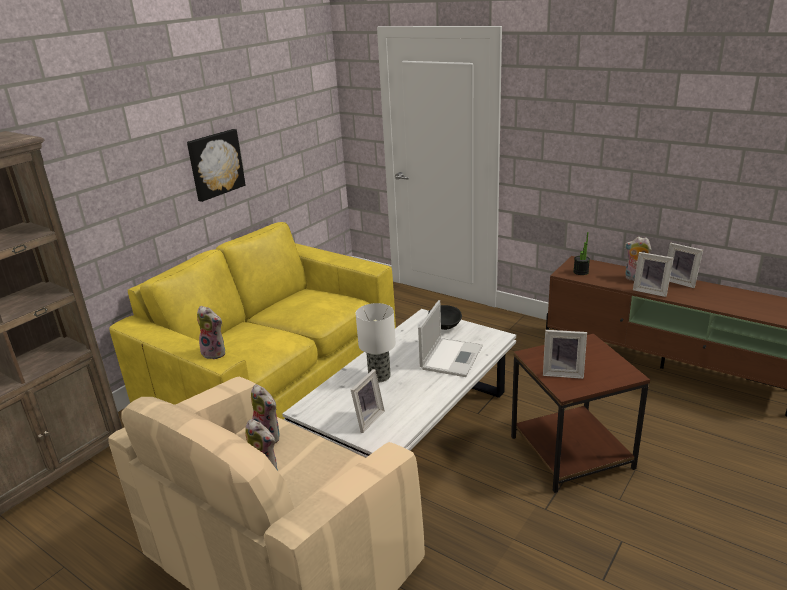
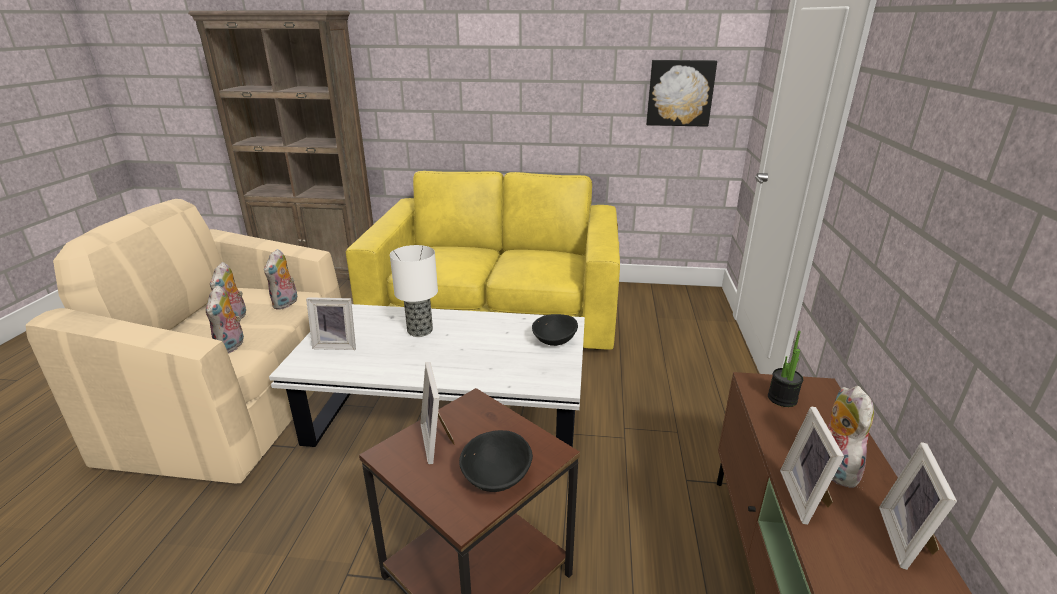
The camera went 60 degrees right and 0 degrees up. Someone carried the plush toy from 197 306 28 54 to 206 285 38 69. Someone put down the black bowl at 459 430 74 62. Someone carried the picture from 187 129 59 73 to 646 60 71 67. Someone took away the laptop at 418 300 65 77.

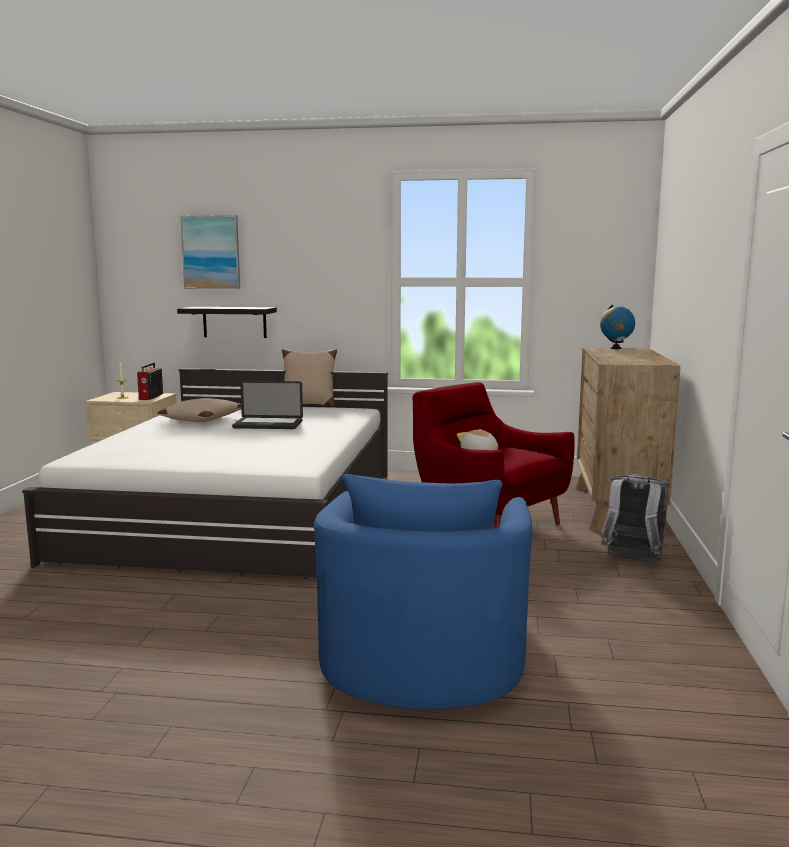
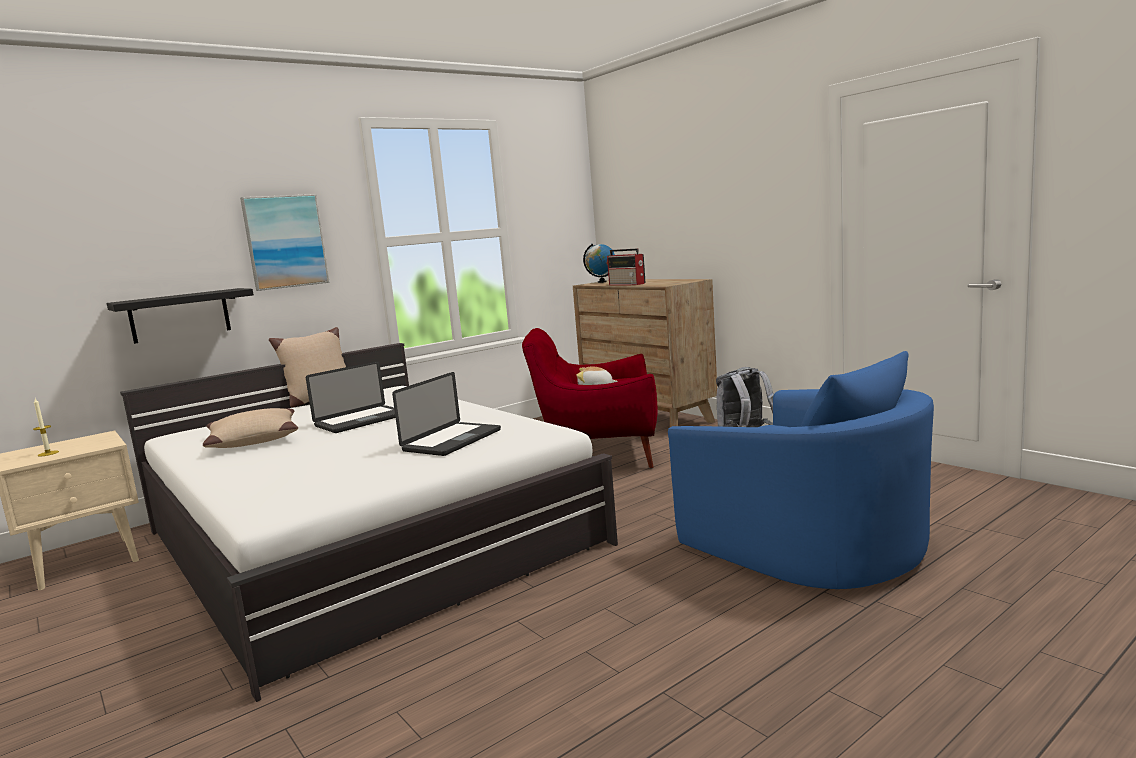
The camera went 45 degrees left and 0 degrees up. Someone carried the picture from 180 215 60 74 to 240 194 90 97. Someone put down the laptop at 392 372 109 84. Someone carried the radio from 137 363 26 37 to 607 248 39 37.

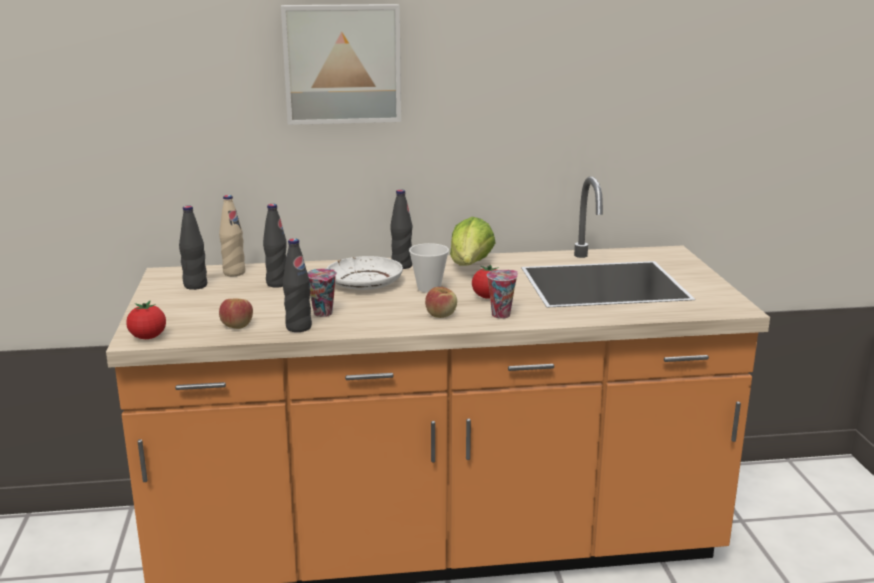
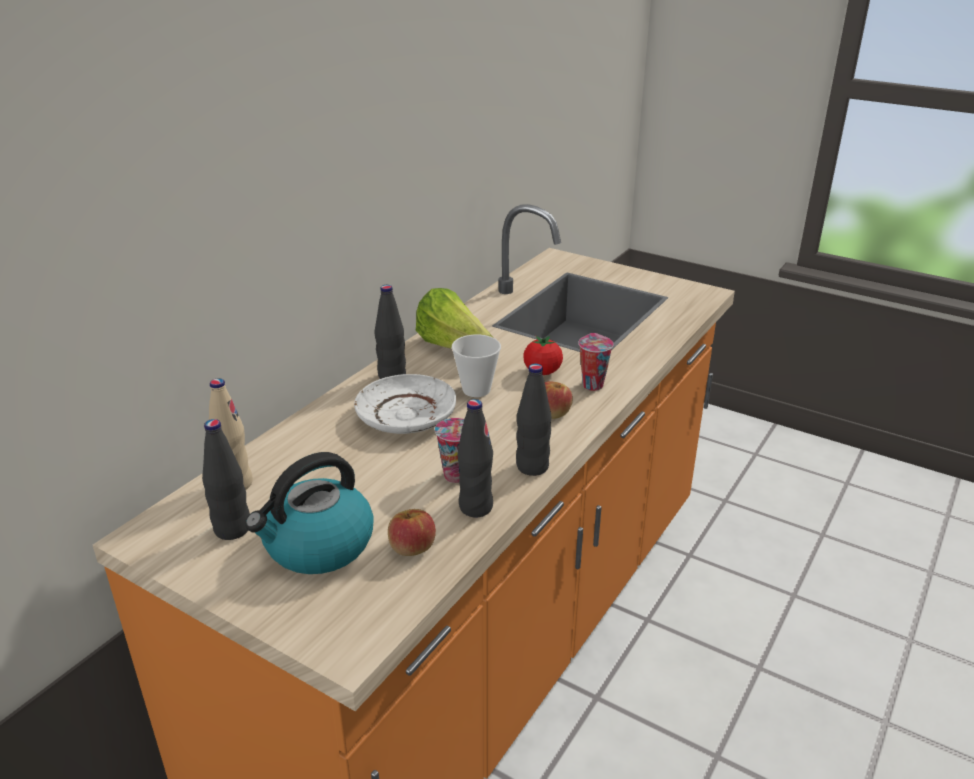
The camera went 50 degrees left and 10 degrees up. Someone put down the kettle at 245 452 129 122. Someone carried the black bottle from 263 204 24 84 to 516 364 35 112. Someone took away the tomato at 126 301 40 38. Someone took away the picture at 281 4 120 121.

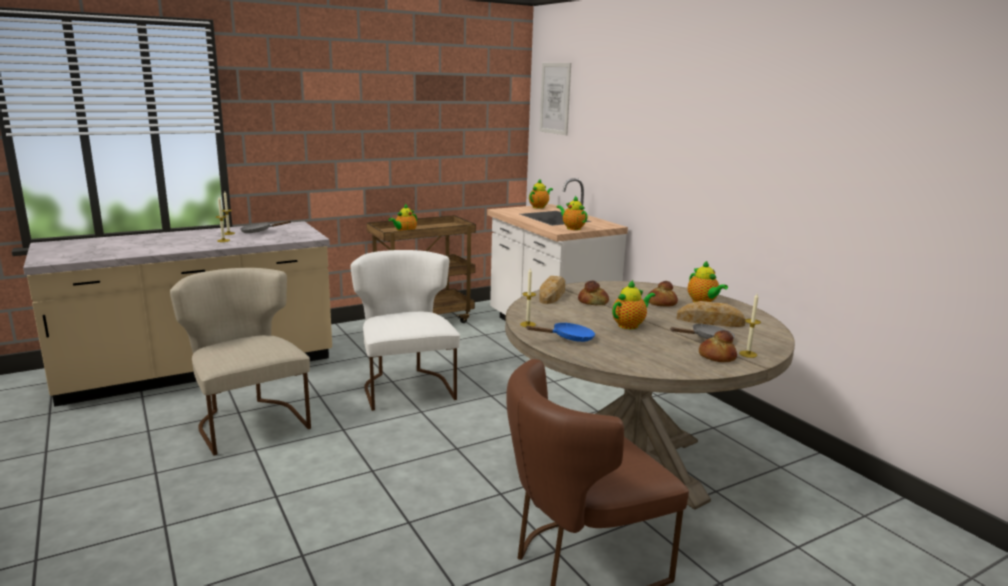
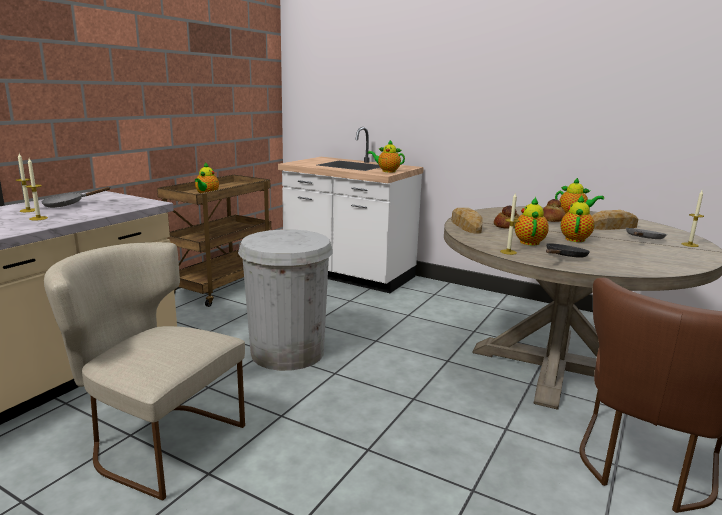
The camera went 30 degrees left and 0 degrees up. Someone swapped the white chair at 351 250 109 161 for the white trash can at 238 229 95 142. Someone carried the teapot from 529 178 24 31 to 515 197 34 48. Someone repainted the blue frying pan at 526 323 69 19, which became the black frying pan at 546 243 44 14. Someone took away the picture at 540 63 31 72. Someone took away the bread at 699 330 38 32.

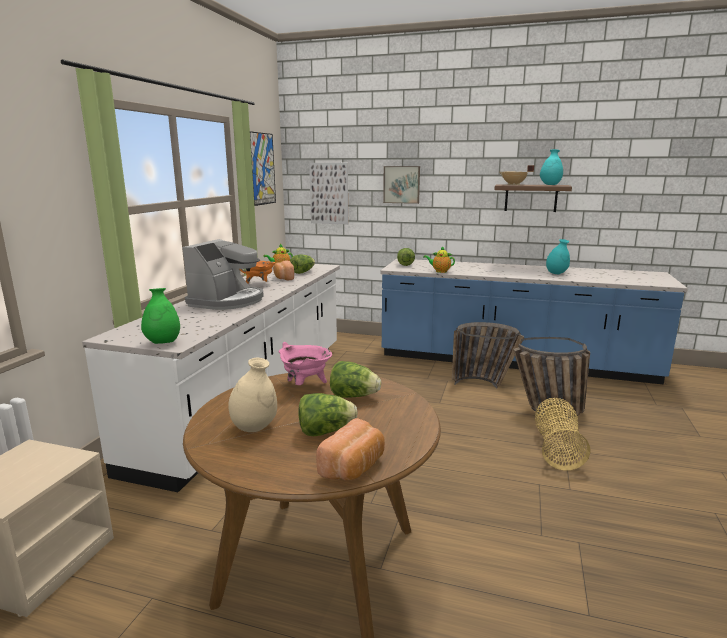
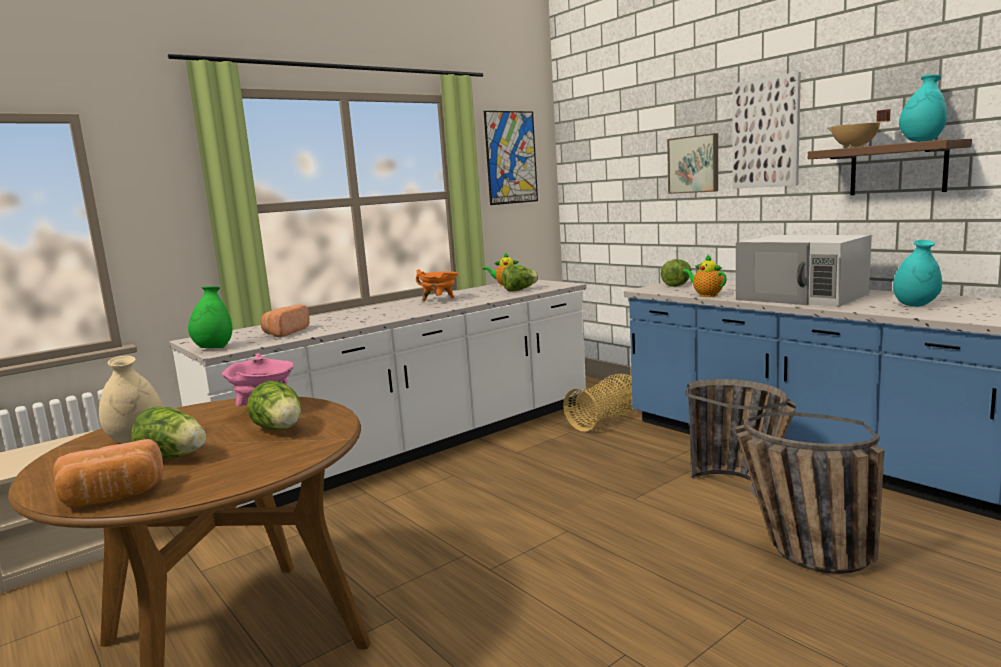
The camera went 35 degrees right and 5 degrees down. Someone carried the bread from 273 261 21 19 to 260 305 50 32. Someone carried the basket from 535 398 55 72 to 563 373 70 59. Someone carried the picture from 309 163 39 61 to 732 72 69 117. Someone put down the white microwave at 736 235 136 72. Someone took away the coffee machine at 182 239 82 71.

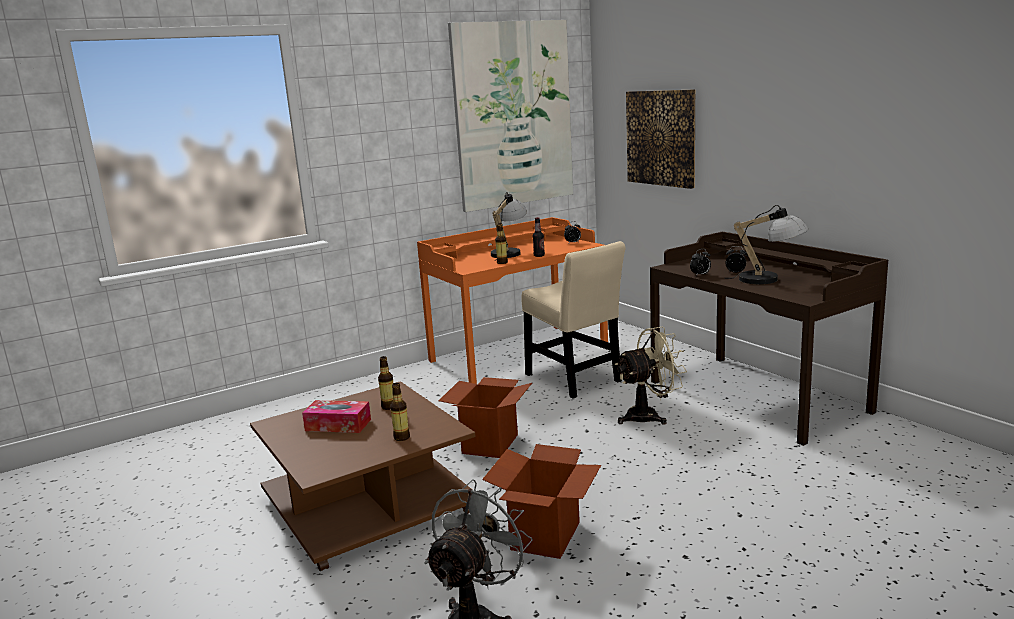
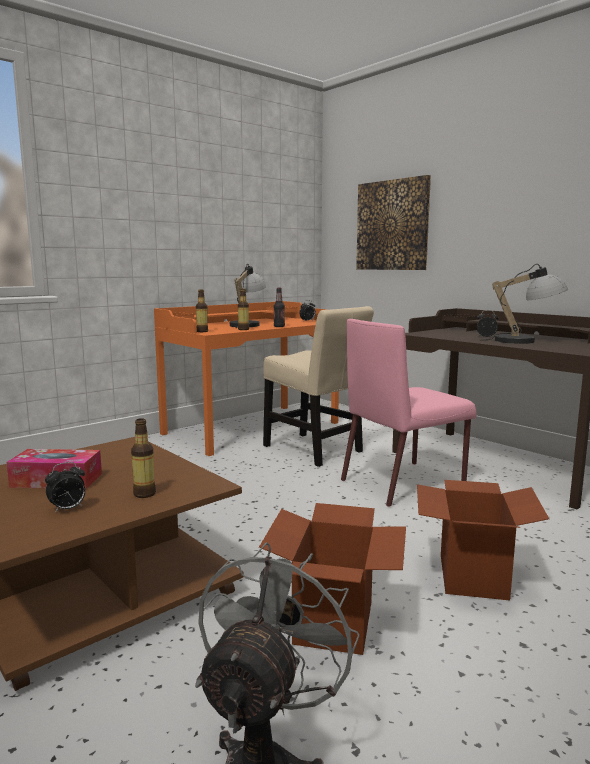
The camera went 10 degrees left and 5 degrees down. Someone carried the alarm clock from 690 249 21 27 to 45 462 40 51. Someone carried the bottle from 378 356 15 54 to 196 290 12 42. Someone swapped the beige fan at 615 326 72 98 for the pink chair at 341 319 135 188. Someone carried the cardboard box from 439 377 93 81 to 417 480 132 120. Someone took away the picture at 448 20 125 192.

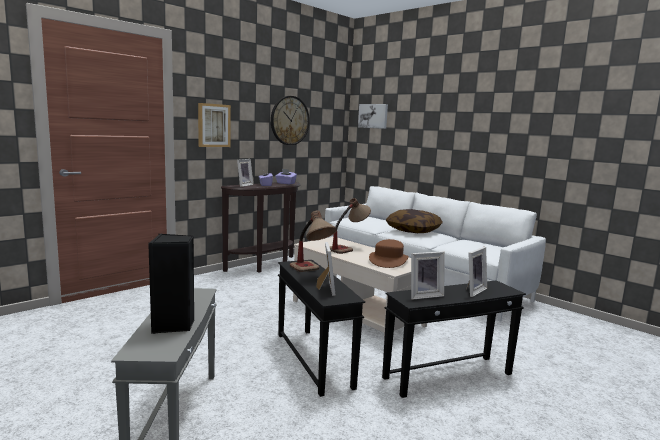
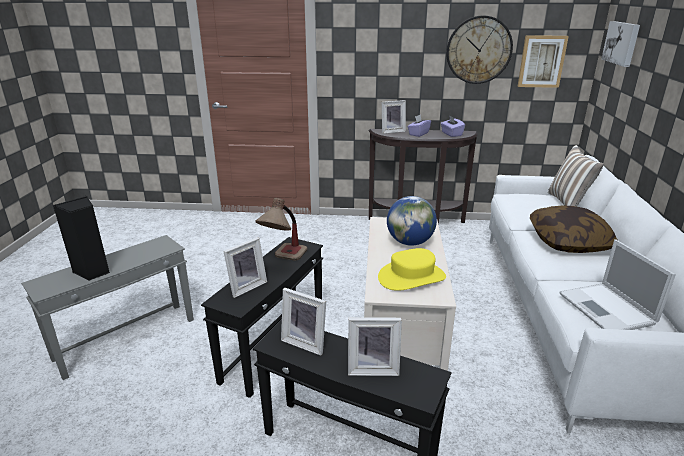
The camera went 50 degrees right and 15 degrees up. Someone repainted the brown hat at 369 239 40 29, which became the yellow hat at 378 248 68 43. Someone swapped the table lamp at 330 198 41 56 for the globe at 387 196 50 50. Someone carried the picture from 198 103 33 44 to 518 35 51 53. Someone put down the pillow at 548 145 56 62. Someone put down the laptop at 559 239 117 91.

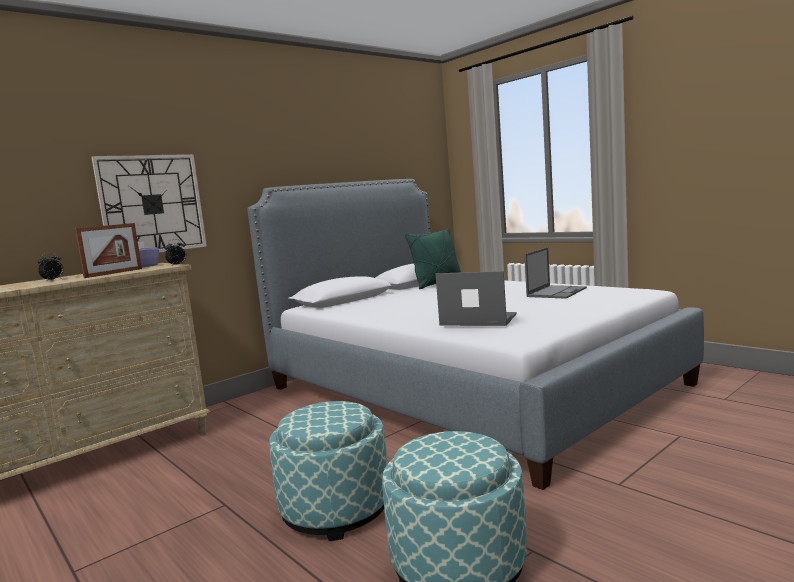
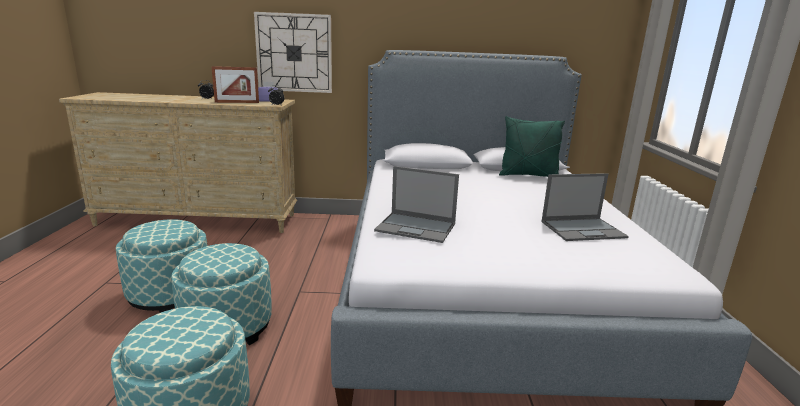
The camera went 40 degrees right and 10 degrees up. Someone put down the ottoman at 116 219 92 94. Someone rotated the laptop at 435 271 82 55 by 135 degrees clockwise.

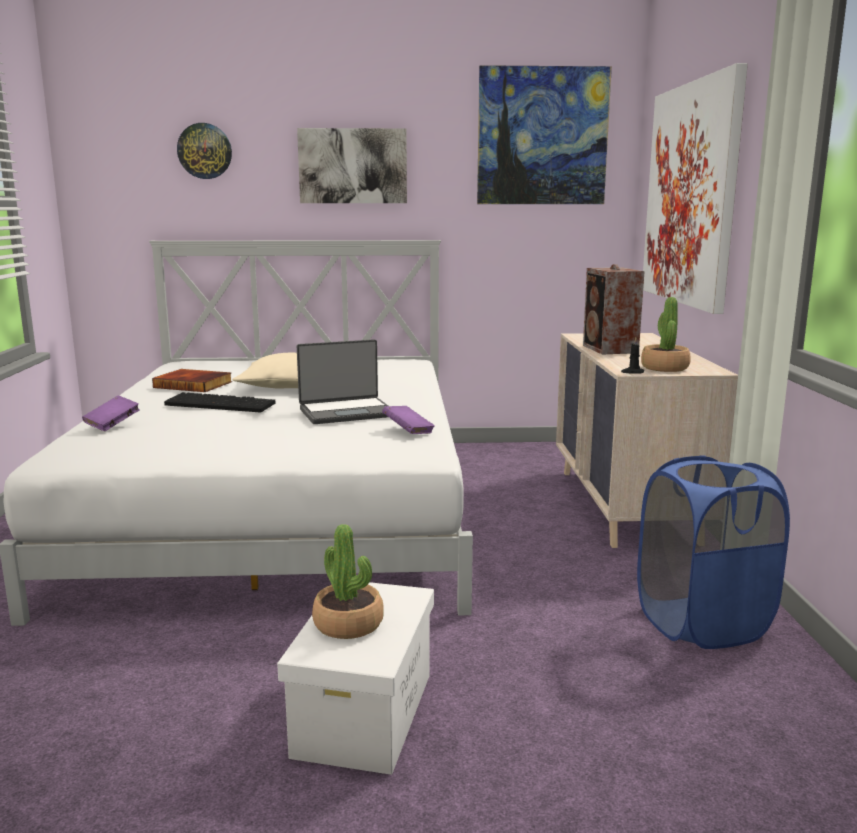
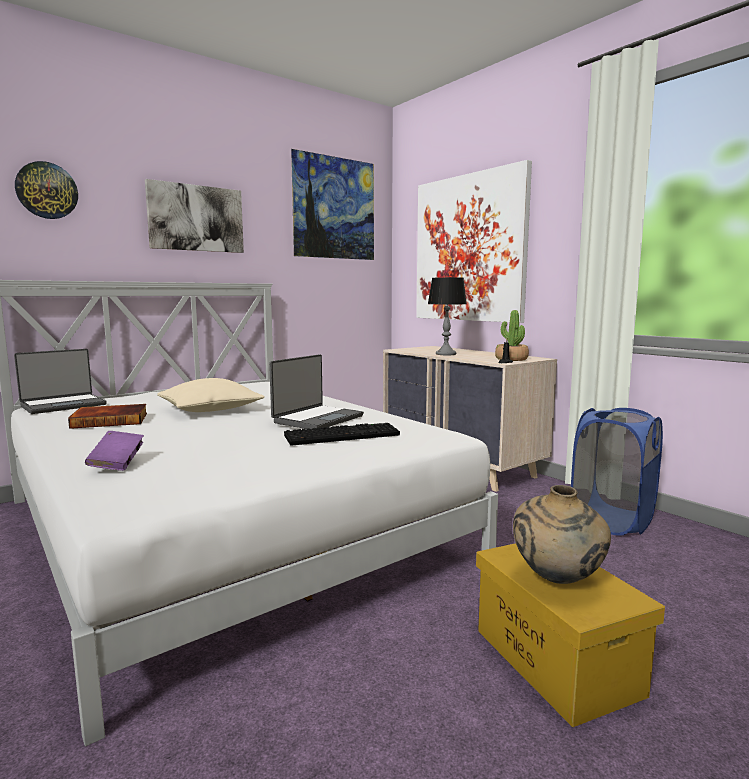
The camera went 35 degrees left and 5 degrees down. Someone put down the laptop at 14 349 92 65. Someone carried the keyboard from 164 392 111 21 to 284 423 116 23. Someone swapped the speaker at 583 264 62 91 for the table lamp at 428 277 39 78. Someone repainted the white storage box at 277 582 157 193, which became the yellow storage box at 476 543 189 184. Someone swapped the potted plant at 312 524 72 115 for the beige vase at 513 485 98 99. Someone took away the purple book at 382 406 53 28.

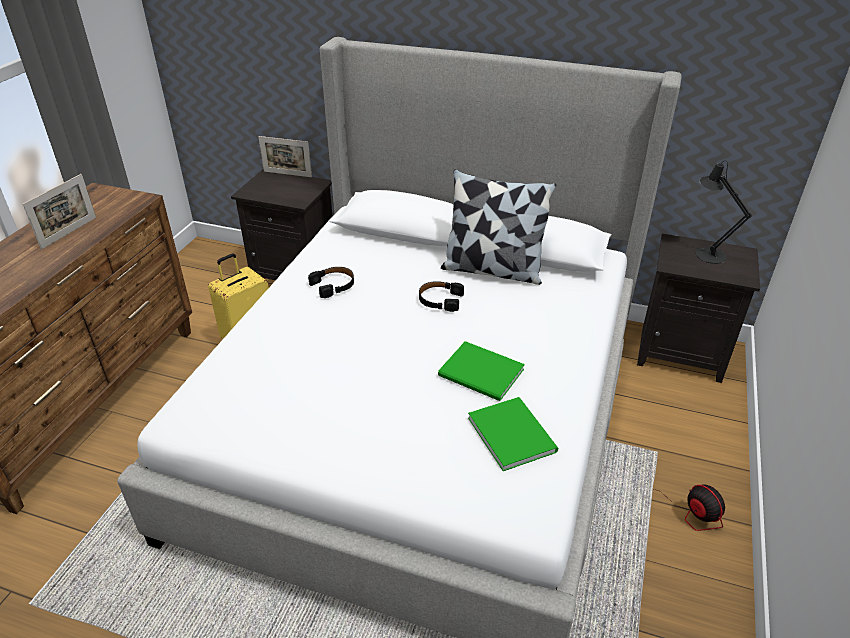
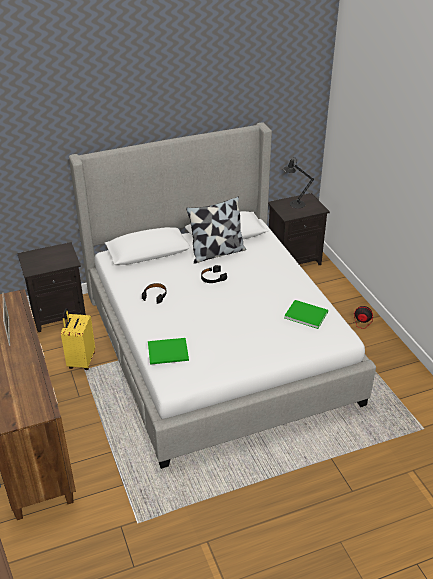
The camera went 40 degrees left and 0 degrees up. Someone carried the green book from 438 341 87 60 to 148 338 41 27. Someone took away the picture frame at 258 136 54 41.

